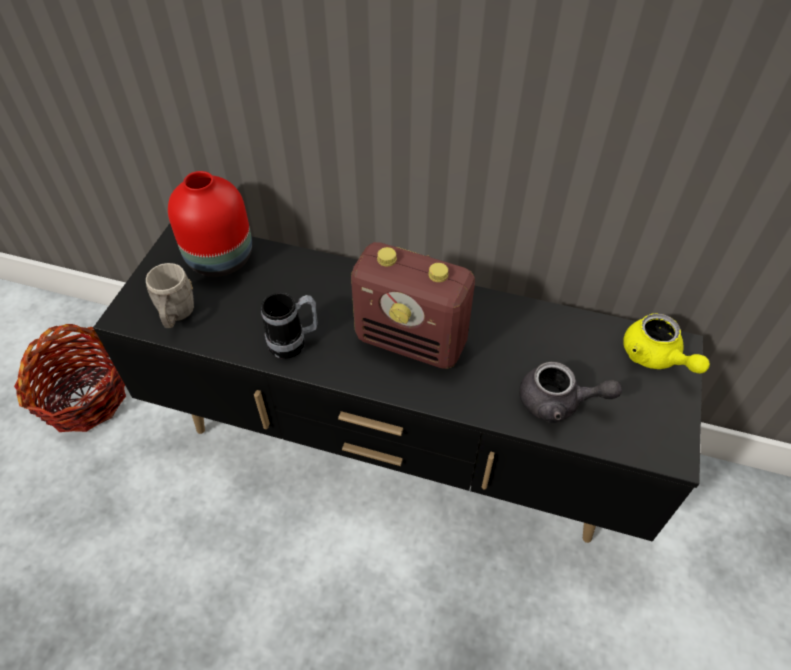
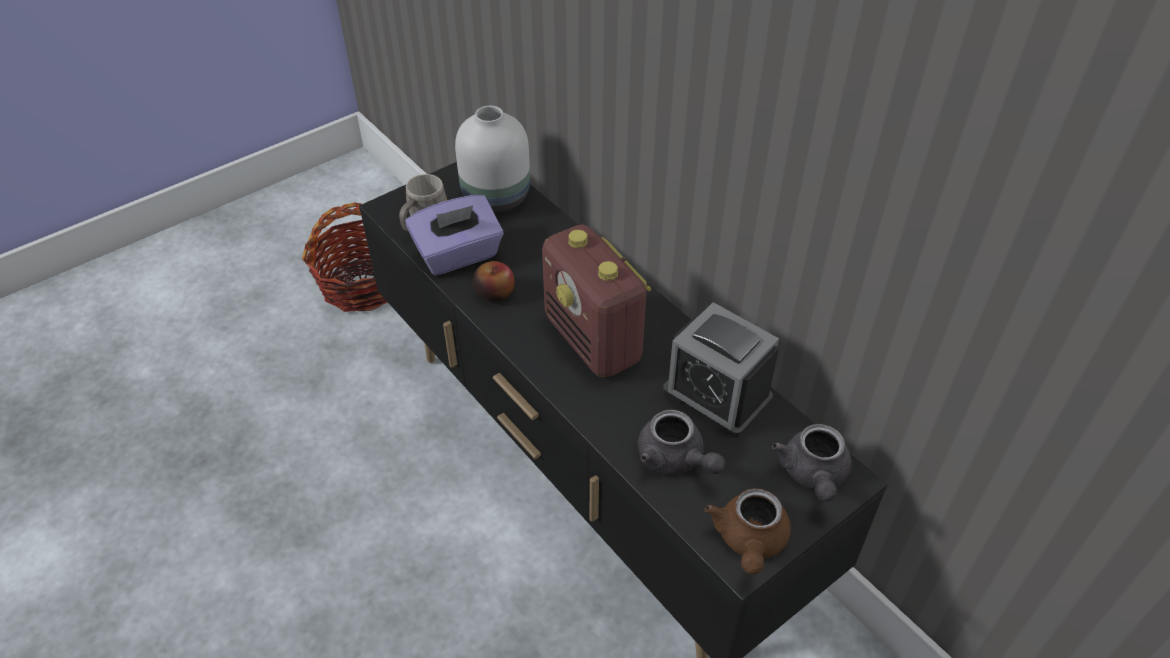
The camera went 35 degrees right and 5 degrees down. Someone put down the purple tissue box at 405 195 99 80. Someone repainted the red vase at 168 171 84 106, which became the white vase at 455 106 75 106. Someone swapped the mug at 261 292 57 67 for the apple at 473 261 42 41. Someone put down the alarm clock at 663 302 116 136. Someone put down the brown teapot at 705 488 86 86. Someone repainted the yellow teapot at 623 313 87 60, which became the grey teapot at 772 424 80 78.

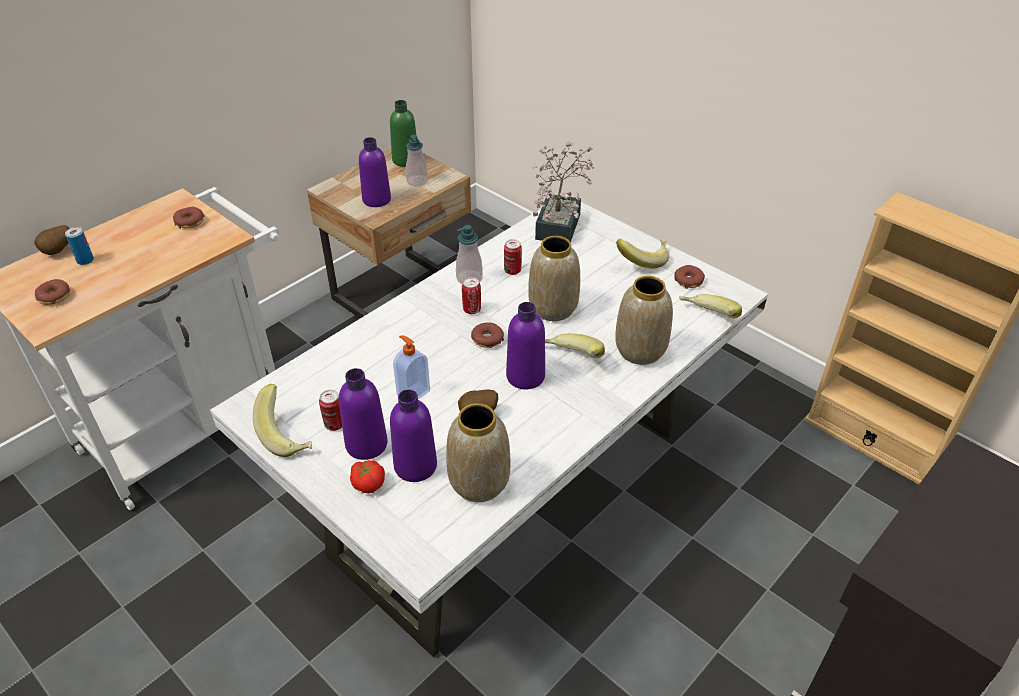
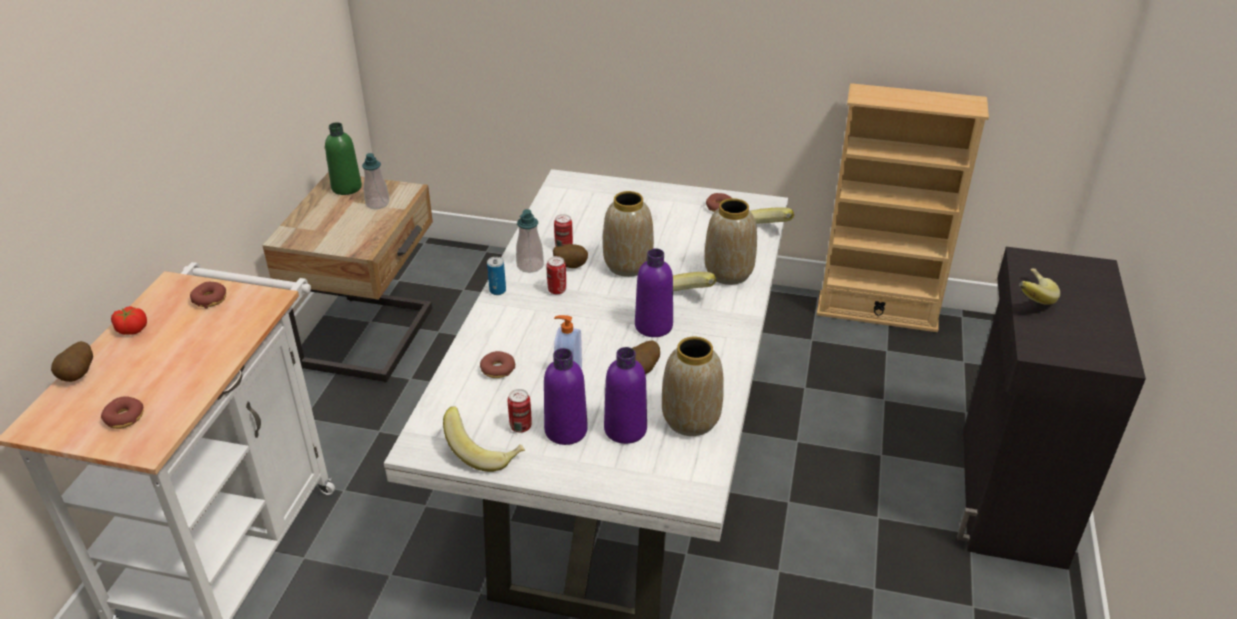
The camera went 30 degrees left and 5 degrees down. Someone carried the tomato from 350 460 35 33 to 111 306 36 29. Someone carried the donut from 471 322 33 26 to 480 351 36 27. Someone carried the can from 65 227 29 38 to 487 257 19 38. Someone put down the potato at 553 244 35 24. Someone carried the banana from 616 239 54 30 to 1019 269 41 36. Someone took away the purple bottle at 359 137 32 70. Someone took away the potted plant at 531 142 63 100.

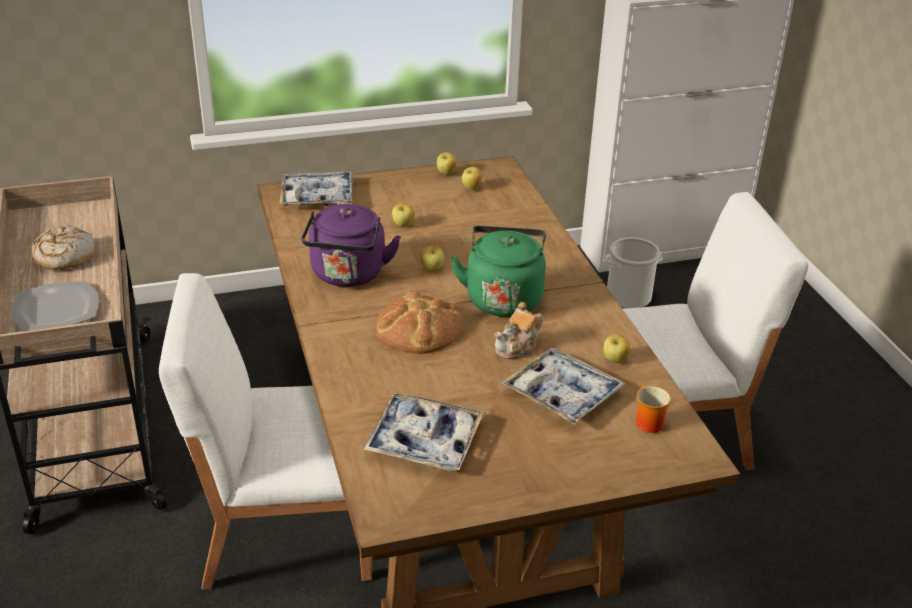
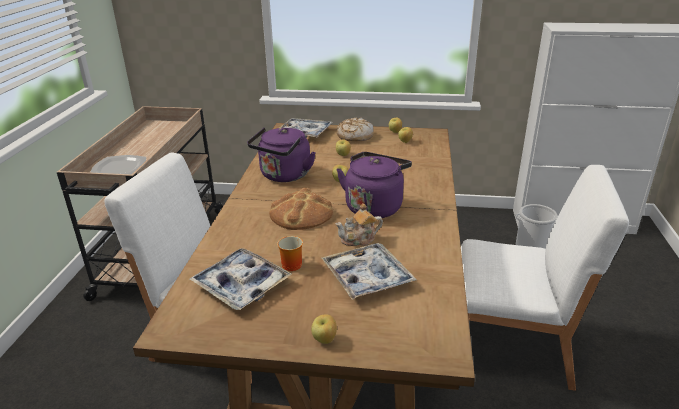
The camera went 25 degrees right and 5 degrees down. Someone carried the mug from 636 385 35 48 to 277 236 26 35. Someone carried the apple from 604 334 26 29 to 311 314 26 30. Someone carried the bread from 31 224 64 46 to 336 118 38 23. Someone repainted the green kettle at 450 226 96 91, which became the purple kettle at 336 152 76 66.

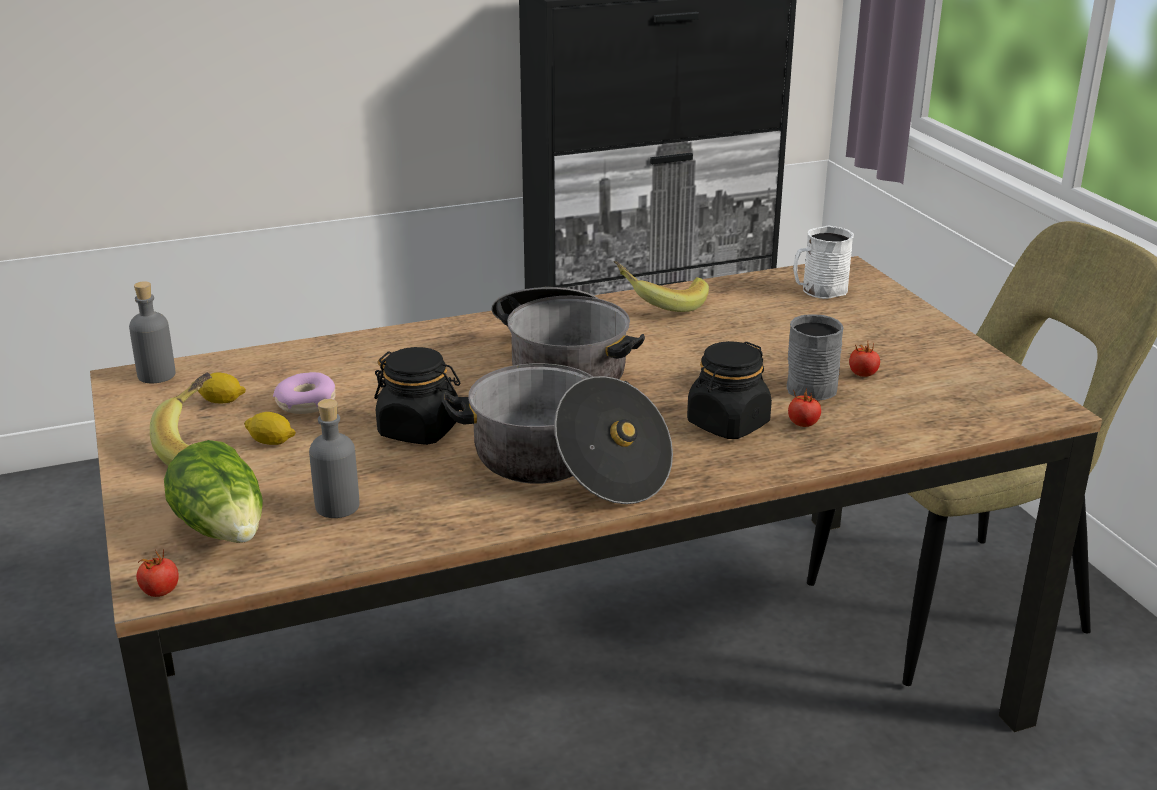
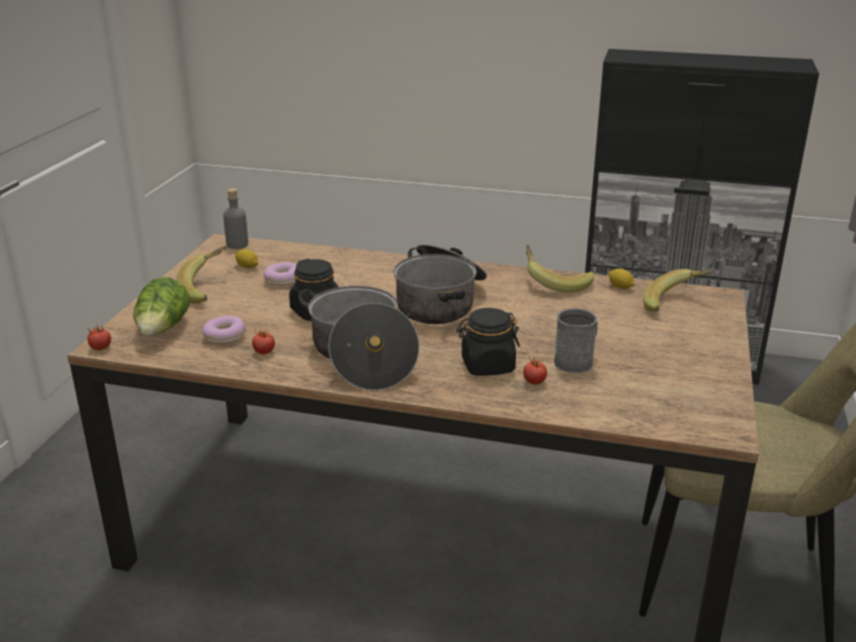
The camera went 35 degrees right and 0 degrees up. Someone swapped the grey bottle at 309 399 51 119 for the donut at 202 316 44 28. Someone carried the tomato from 849 342 31 35 to 252 329 23 25. Someone carried the lemon from 244 412 52 33 to 608 268 27 21. Someone swapped the white mug at 793 225 61 74 for the banana at 643 269 73 43.

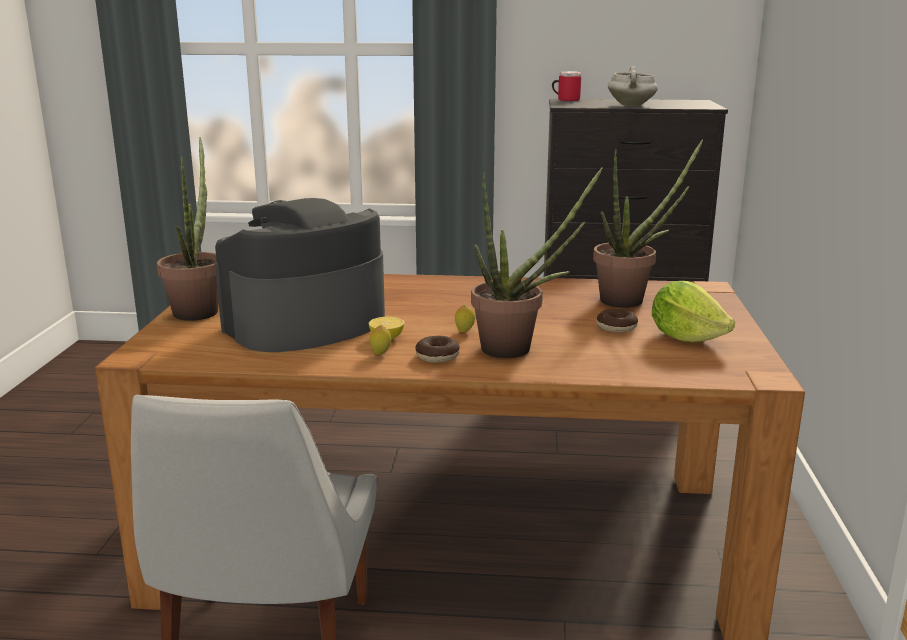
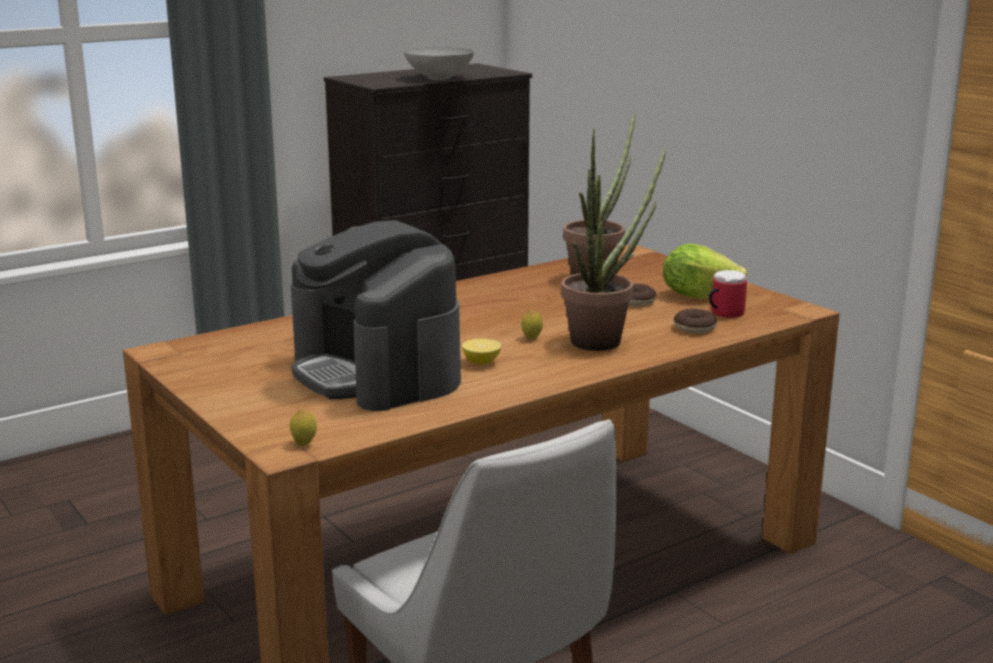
The camera went 40 degrees left and 0 degrees up. Someone carried the lemon from 370 325 21 30 to 290 409 27 37. Someone rotated the coffee machine at 215 198 170 154 by 45 degrees counterclockwise. Someone swapped the white cooking pot at 608 66 50 41 for the grey bowl at 403 47 72 33. Someone carried the donut from 415 336 45 27 to 674 309 43 25. Someone carried the mug from 552 71 30 30 to 709 270 38 48. Someone took away the potted plant at 157 137 62 184.

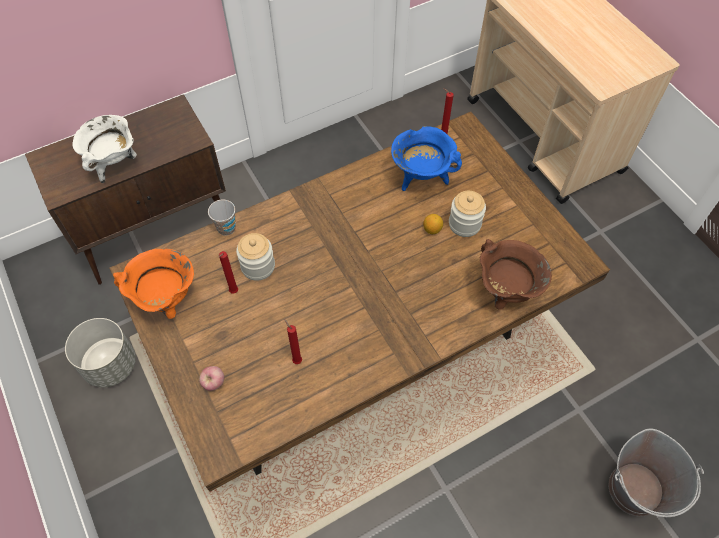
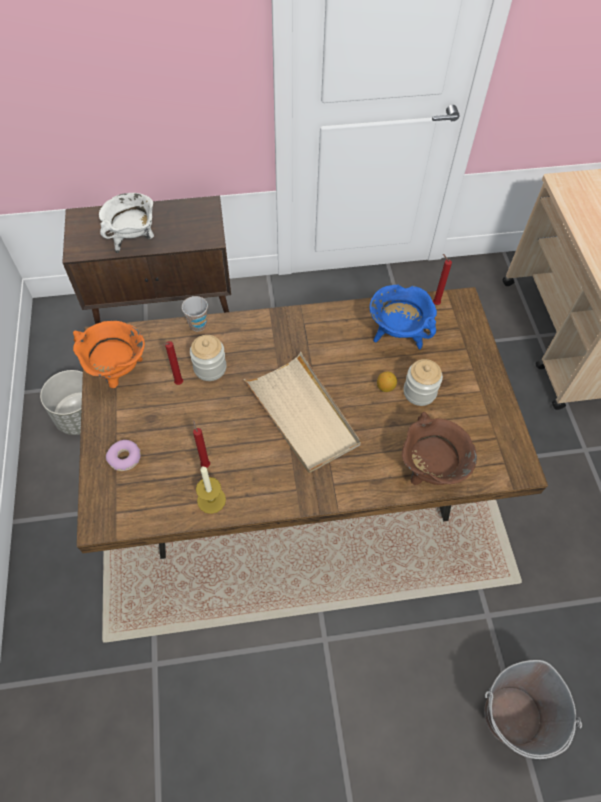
The camera went 20 degrees right and 0 degrees up. Someone swapped the apple at 199 366 25 25 for the donut at 106 440 35 31. Someone put down the candle at 196 466 30 48. Someone put down the beige tray at 244 352 117 121.

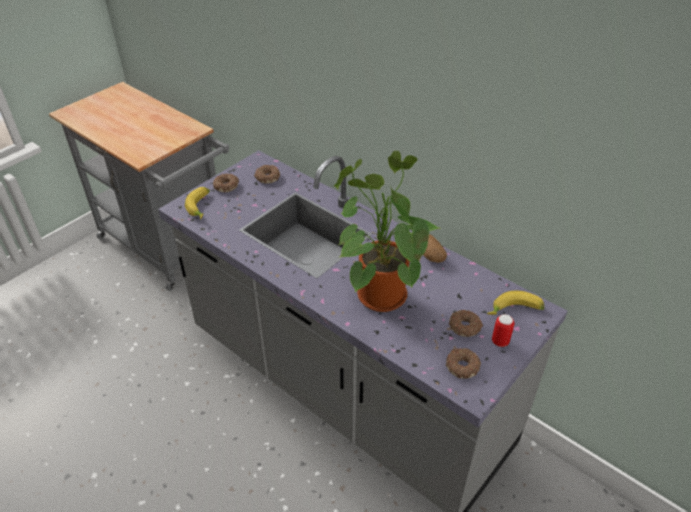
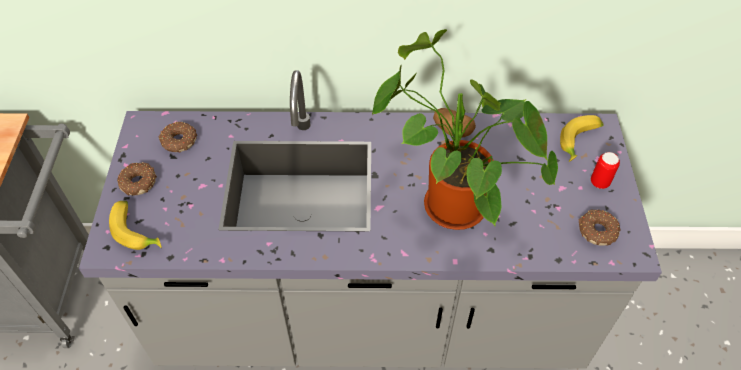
The camera went 40 degrees left and 10 degrees up. Someone took away the donut at 449 310 34 27.

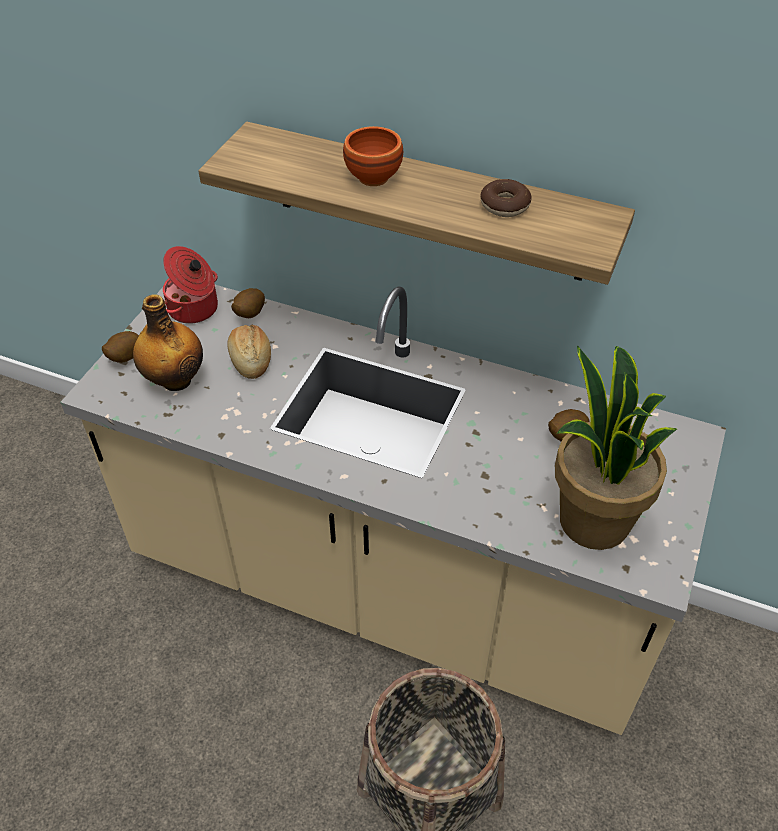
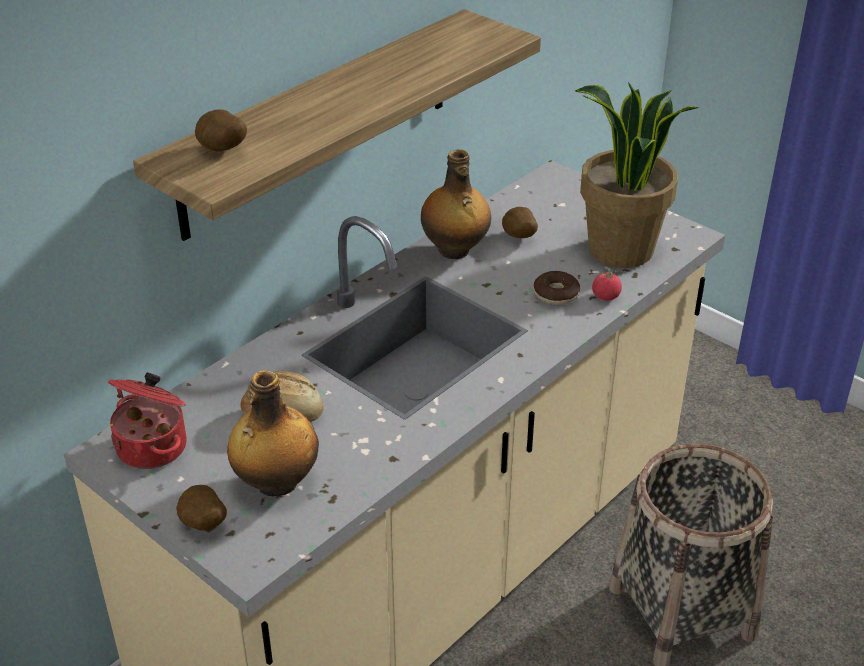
The camera went 70 degrees left and 10 degrees down. Someone carried the potato from 231 288 34 30 to 195 109 52 42. Someone put down the bottle at 421 149 70 110. Someone carried the donut from 480 179 52 38 to 533 271 47 34. Someone put down the tomato at 592 268 30 32. Someone took away the brown bowl at 343 126 60 60.

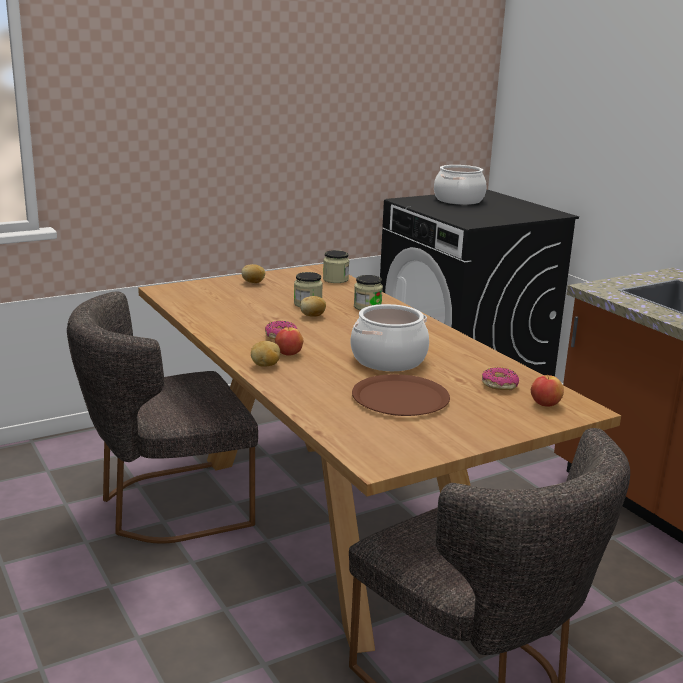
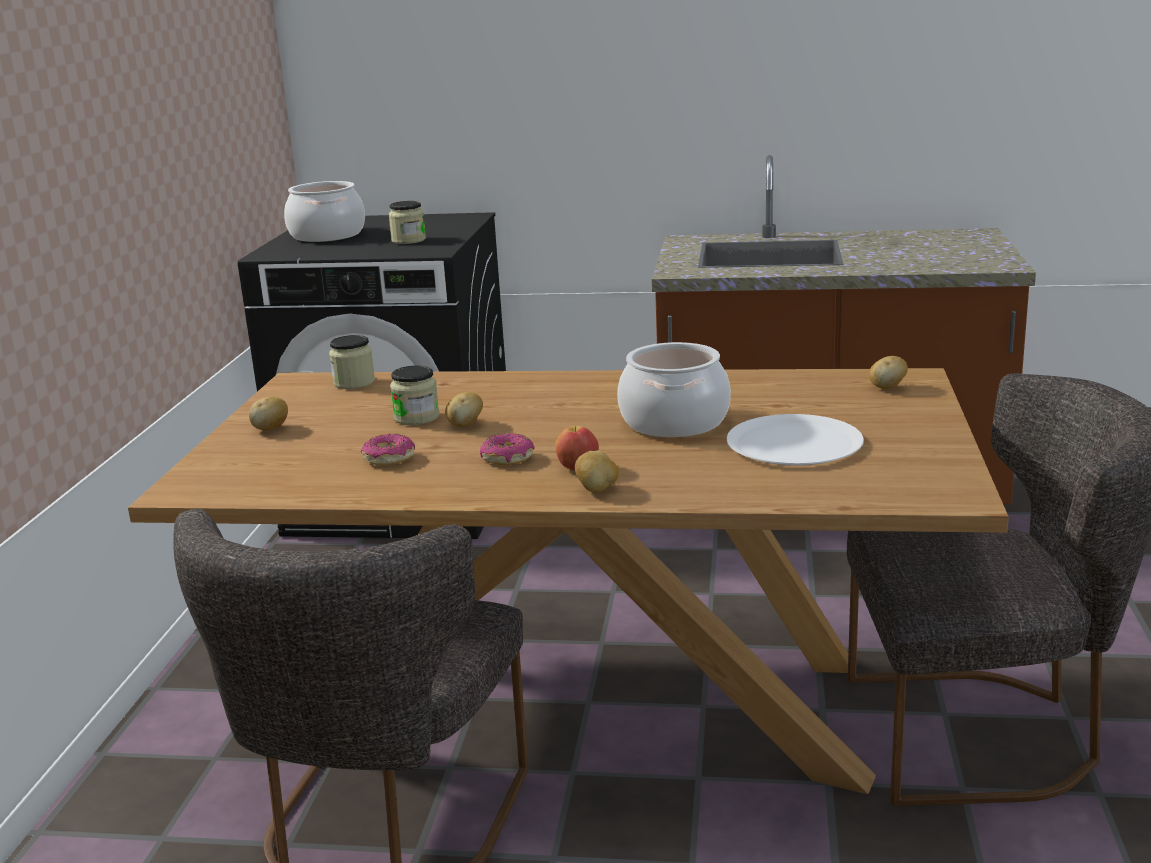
The camera went 50 degrees left and 0 degrees up. Someone carried the donut from 482 367 37 23 to 361 434 54 31. Someone carried the jar from 354 275 29 35 to 388 201 38 43. Someone repainted the brown plate at 352 374 98 42, which became the white plate at 727 414 137 52. Someone swapped the apple at 531 375 33 32 for the potato at 869 356 39 33.

